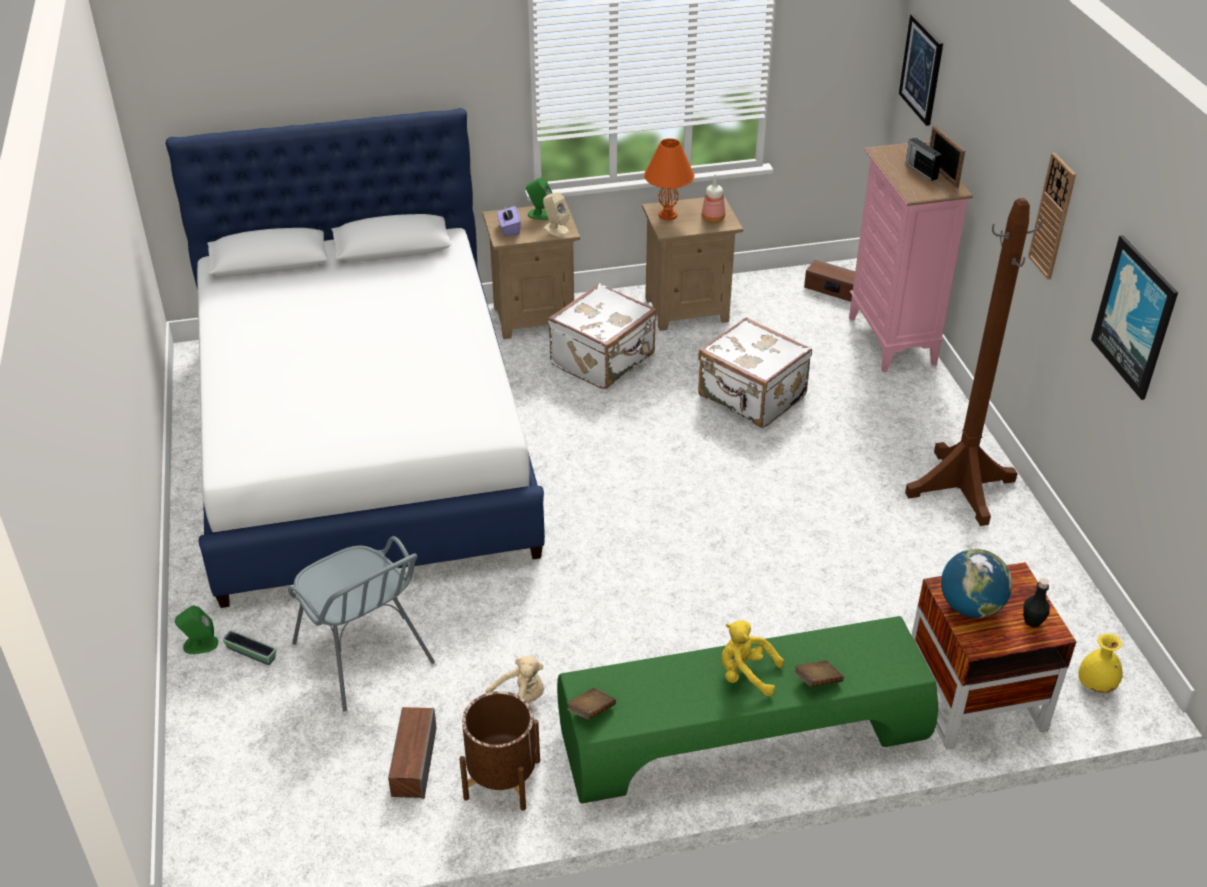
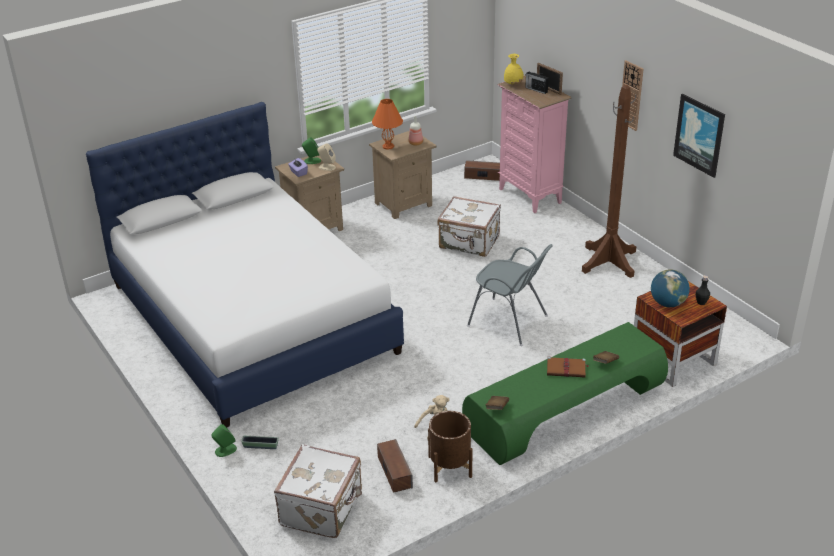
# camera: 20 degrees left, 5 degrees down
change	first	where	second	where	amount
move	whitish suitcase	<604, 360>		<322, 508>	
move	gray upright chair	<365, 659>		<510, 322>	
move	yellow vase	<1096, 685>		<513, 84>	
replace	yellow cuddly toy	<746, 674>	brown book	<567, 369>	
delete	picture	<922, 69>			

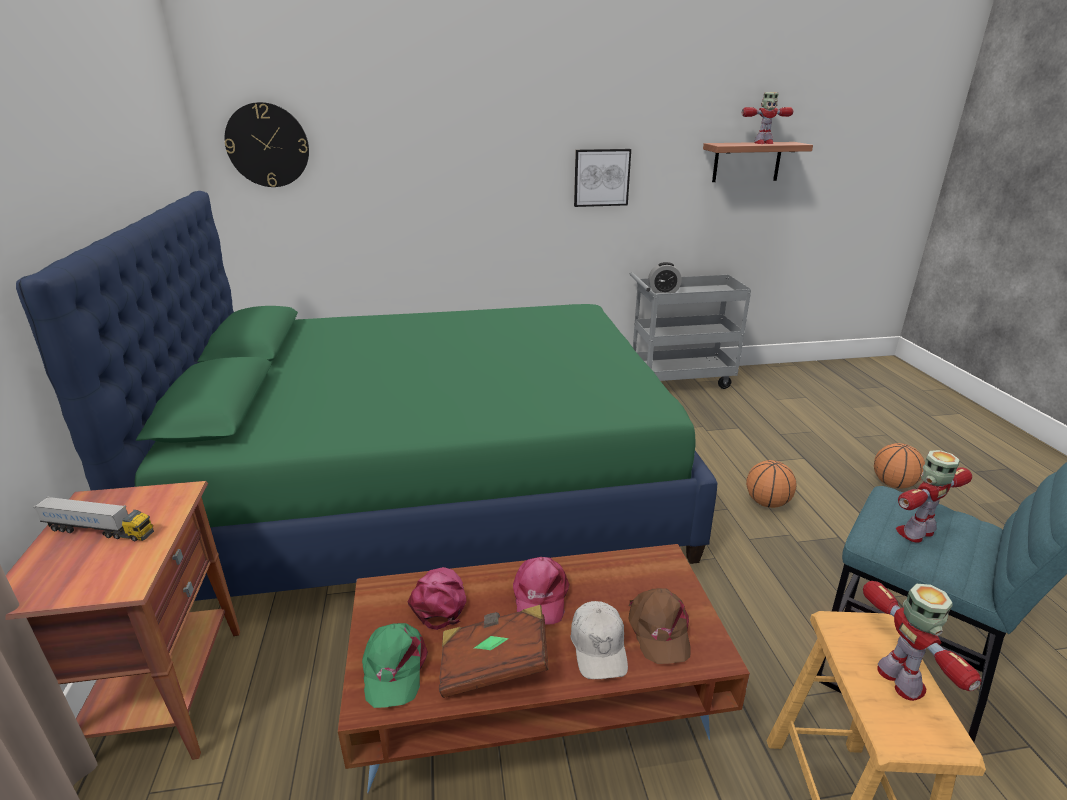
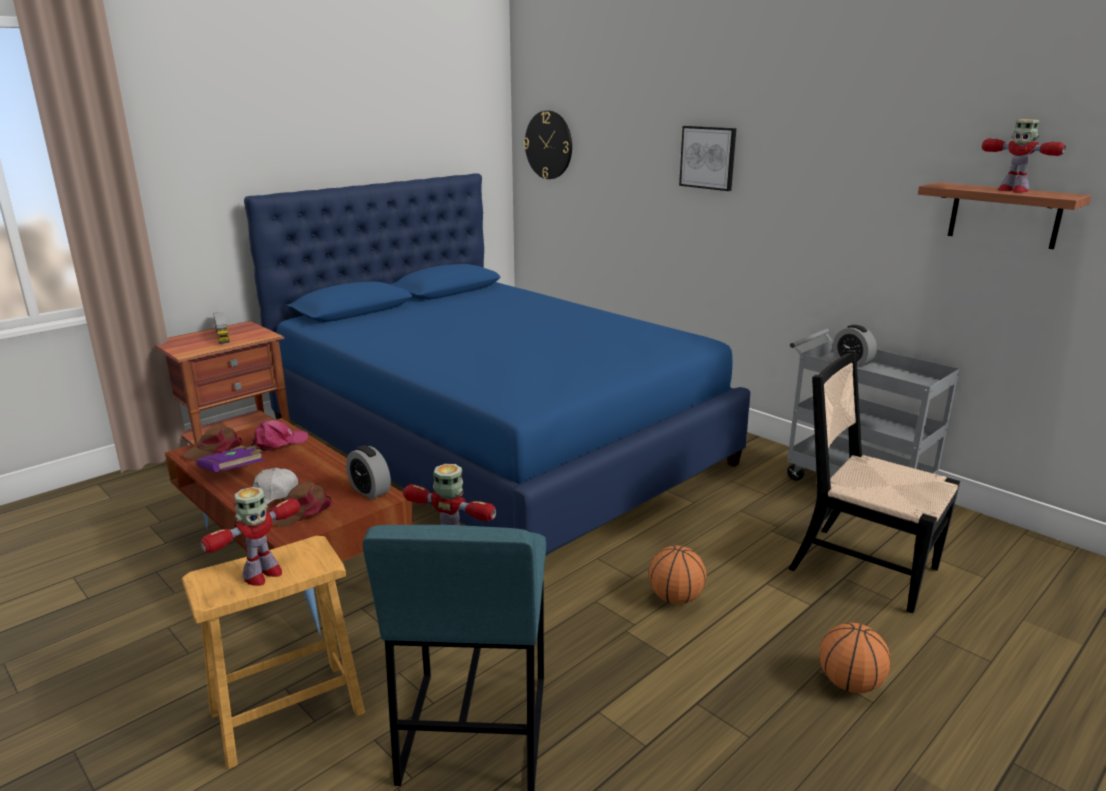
# camera: 55 degrees right, 5 degrees down
change	first	where	second	where	amount
recolor	green-coloured cap	<394, 668>	brown cap	<214, 449>	
recolor	brown book	<494, 665>	purplish book	<233, 472>	
recolor	green-coloured bedroom bed	<434, 484>	blue-coloured bedroom bed	<495, 443>	
insert			alarm clock	<369, 490>	
move	picture	<601, 177>		<708, 157>	
insert			upright chair	<863, 568>	
delete	pink cap	<540, 596>			

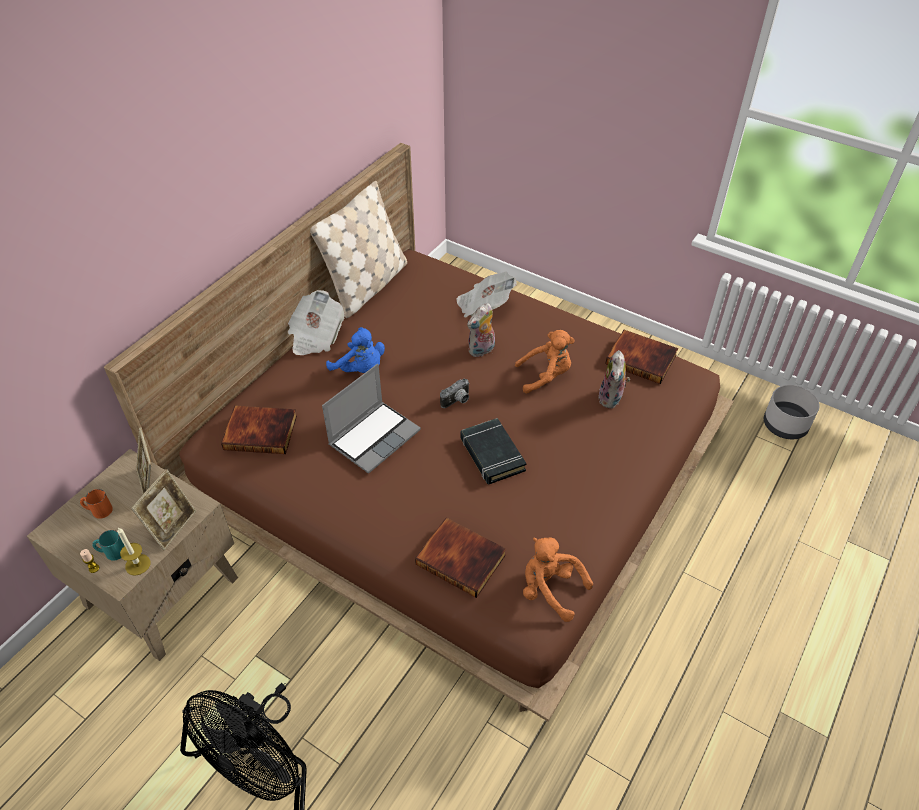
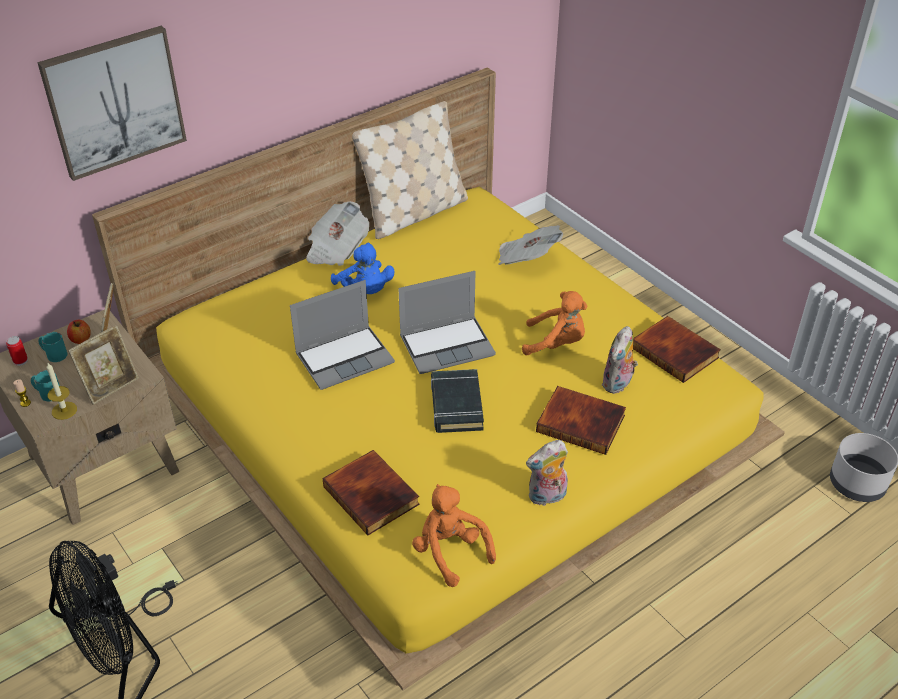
# camera: 20 degrees right, 5 degrees down
change	first	where	second	where	amount
insert			can	<20, 361>	
insert			picture	<114, 102>	
recolor	orangey mug	<98, 510>	blue-green mug	<53, 354>	
insert			apple	<81, 339>	
recolor	brown bedroom bed	<460, 472>	yellow bedroom bed	<449, 433>	
replace	still camera	<457, 401>	portable computer	<447, 345>	
move	cuddly toy	<481, 350>		<547, 497>	
move	book	<261, 431>		<581, 422>	

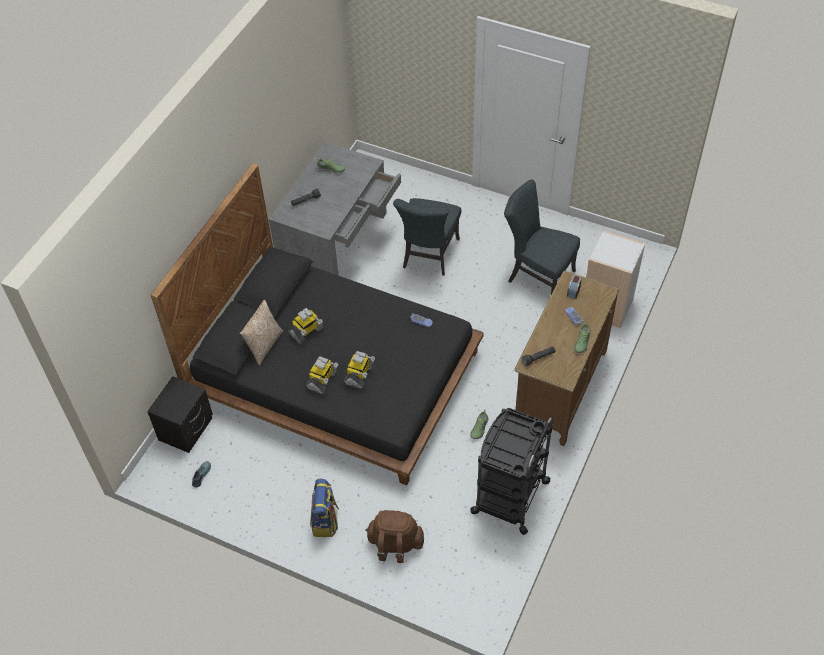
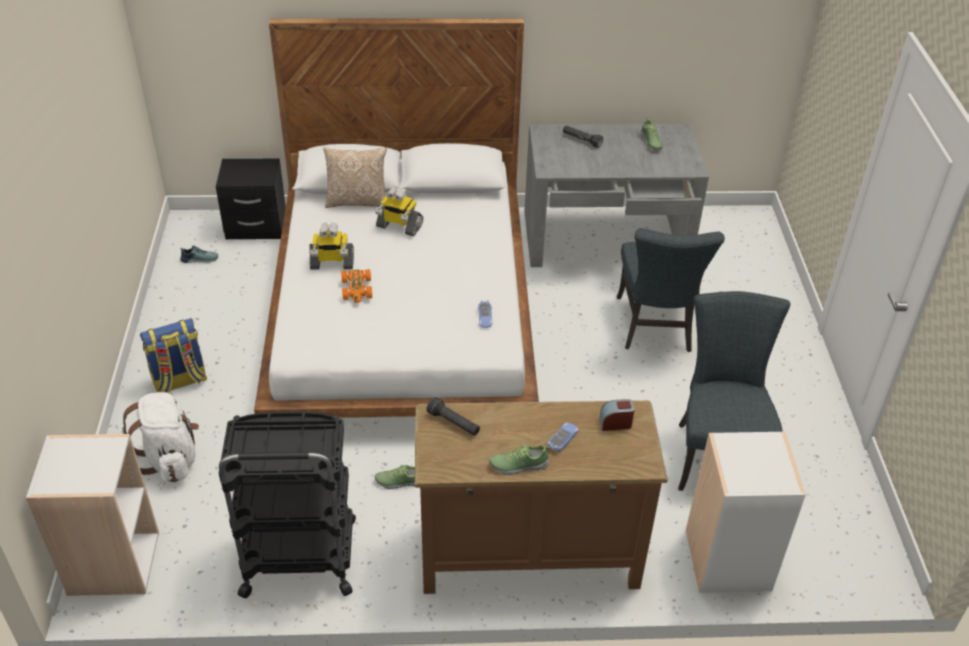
# camera: 60 degrees right, 10 degrees down
change	first	where	second	where	amount
insert			bookcase	<114, 562>	
recolor	brown rucksack	<395, 544>	whitish rucksack	<170, 459>	
recolor	black-coloured bedroom bed	<336, 375>	whitish bedroom bed	<403, 312>	
replace	toy robot	<359, 375>	orangey toy car	<357, 289>	
rotate	gray upright chair	<428, 256>		<656, 328>	75 degrees counterclockwise

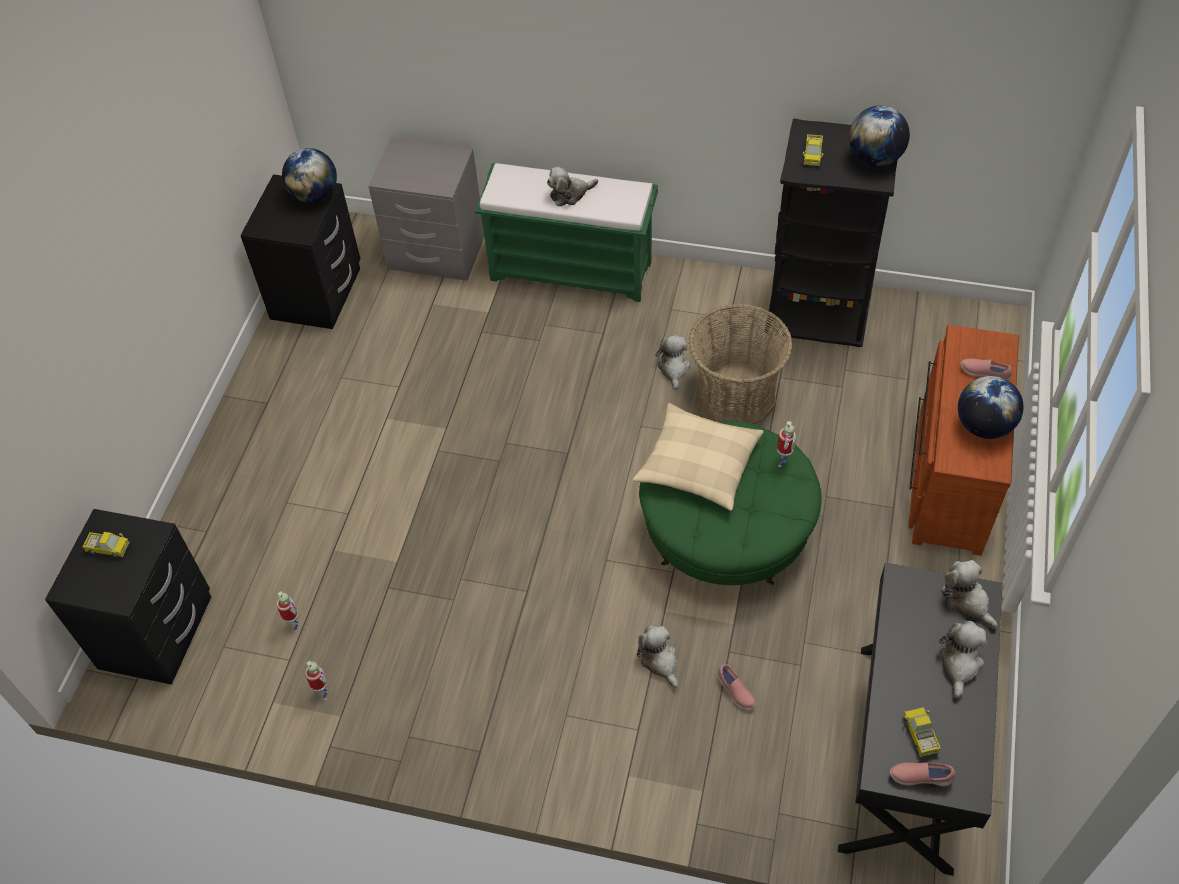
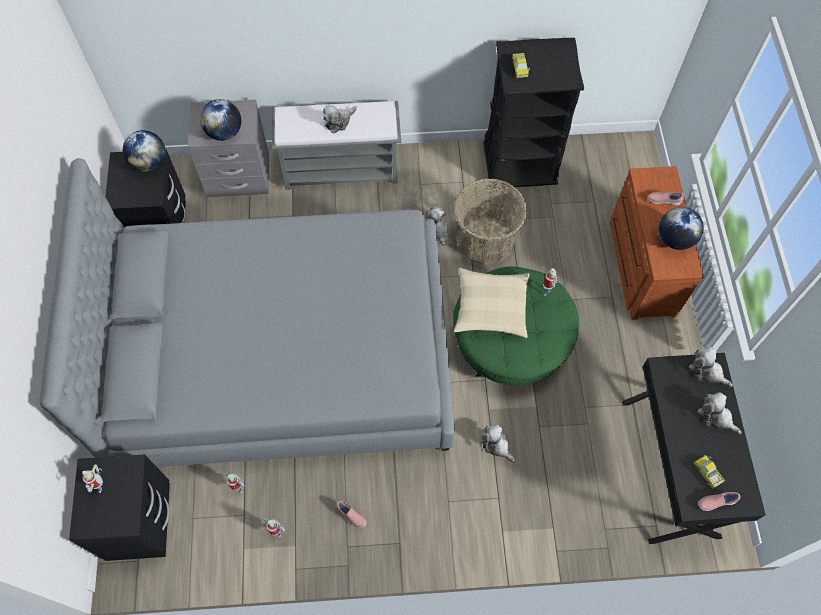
# camera: 20 degrees left, 10 degrees up
change	first	where	second	where	amount
insert			gray bedroom bed	<282, 355>	
replace	toy lorry	<108, 548>	toy robot	<102, 487>	
move	desk globe	<875, 159>		<224, 132>	
recolor	green-coloured long seat	<572, 270>	gray long seat	<342, 169>	
move	pink low shoe	<735, 692>		<351, 516>	
rotate	cuddly toy	<959, 663>		<716, 416>	45 degrees counterclockwise

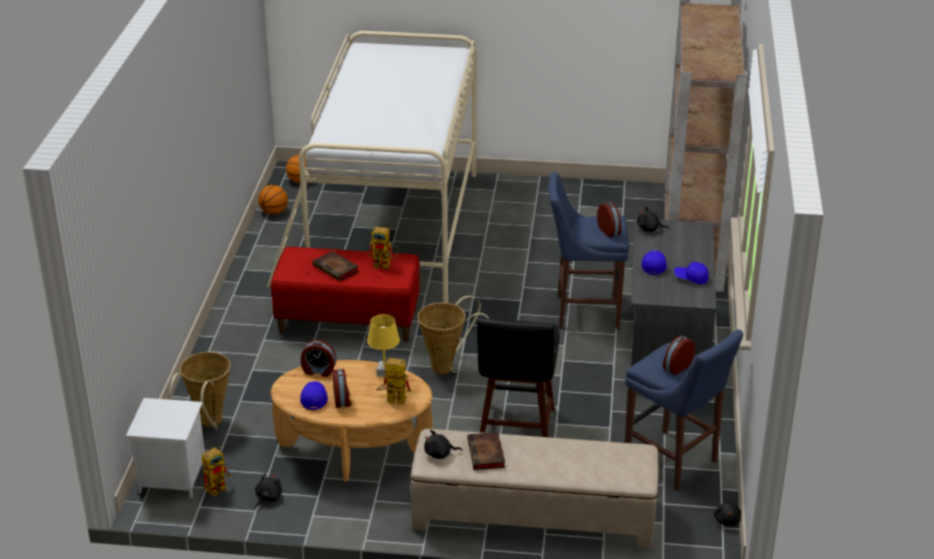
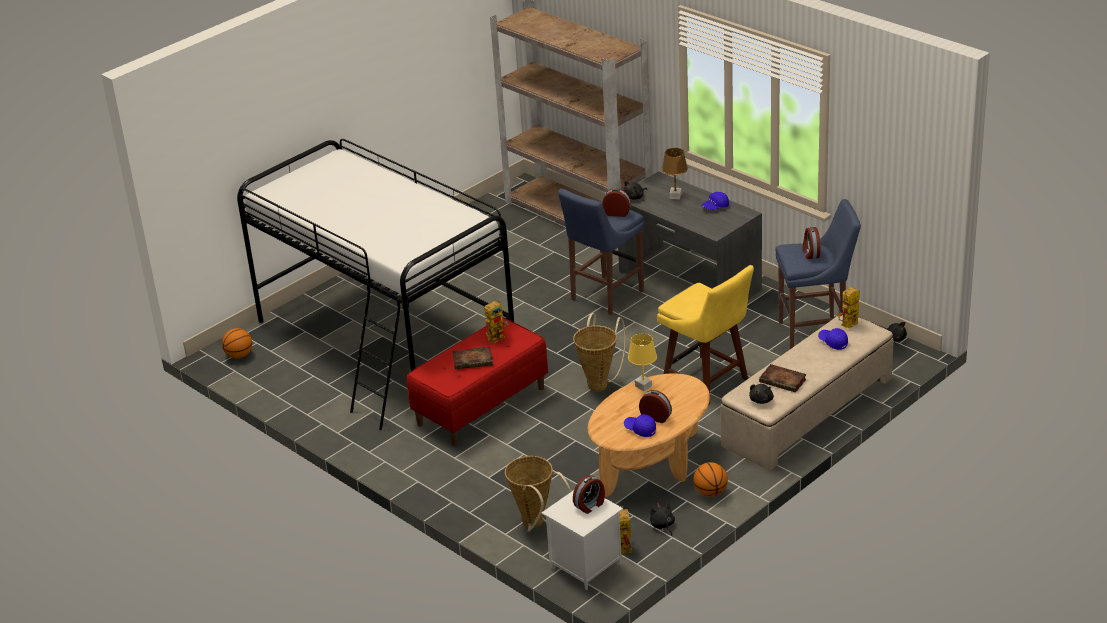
# camera: 50 degrees left, 0 degrees up
change	first	where	second	where	amount
recolor	beige-coloured bedroom bed	<393, 232>	black-coloured bedroom bed	<385, 339>	
move	alarm clock	<318, 371>		<590, 505>	
recolor	black-coloured stool seat	<516, 429>	yellow stool seat	<707, 382>	
insert			brown lamp for a table	<675, 196>	
move	basketball	<273, 212>		<710, 493>	
move	blue-coloured cap	<653, 266>		<833, 342>	
move	toy robot	<392, 400>		<848, 326>	

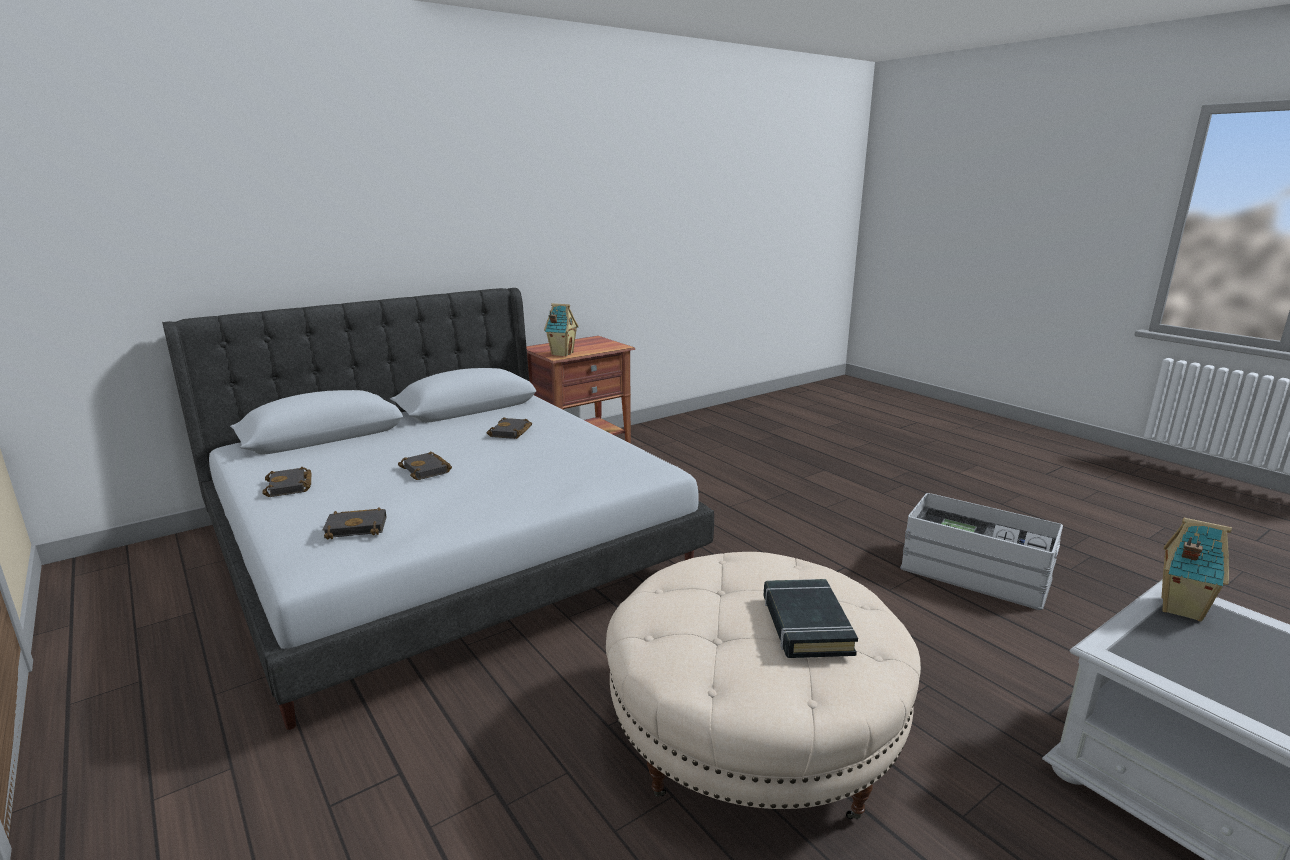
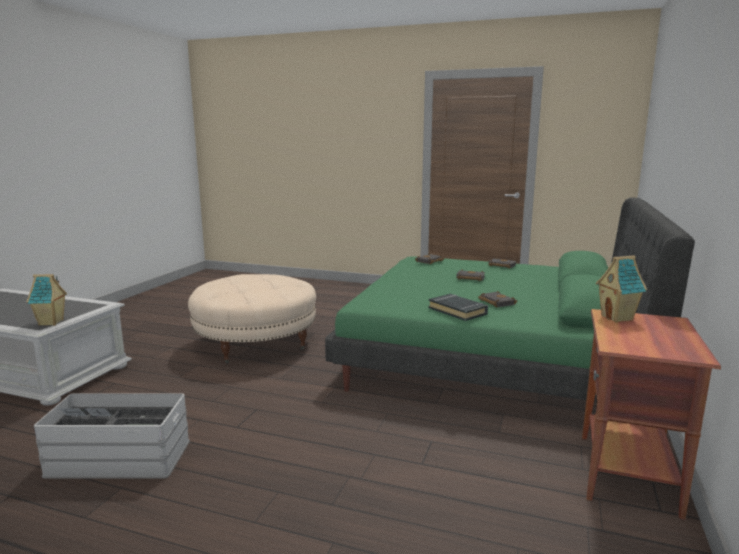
# camera: 145 degrees right, 5 degrees down
change	first	where	second	where	amount
recolor	gray bedroom bed	<445, 551>	green-coloured bedroom bed	<495, 356>	
move	black-coloured book	<805, 624>		<457, 311>	

